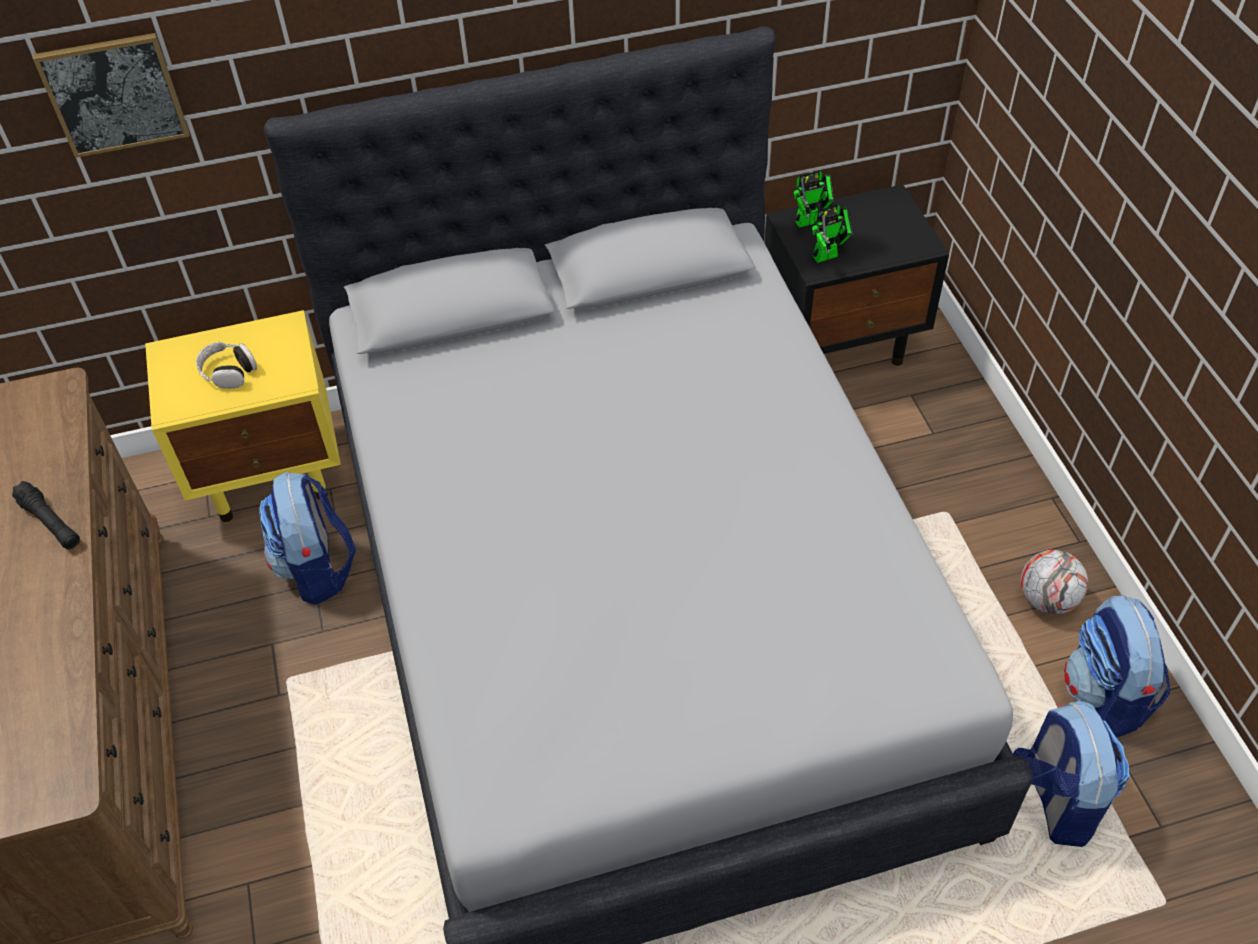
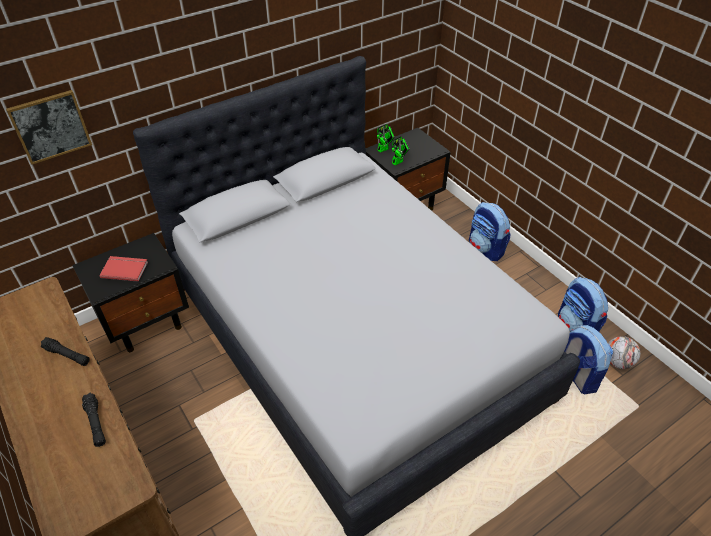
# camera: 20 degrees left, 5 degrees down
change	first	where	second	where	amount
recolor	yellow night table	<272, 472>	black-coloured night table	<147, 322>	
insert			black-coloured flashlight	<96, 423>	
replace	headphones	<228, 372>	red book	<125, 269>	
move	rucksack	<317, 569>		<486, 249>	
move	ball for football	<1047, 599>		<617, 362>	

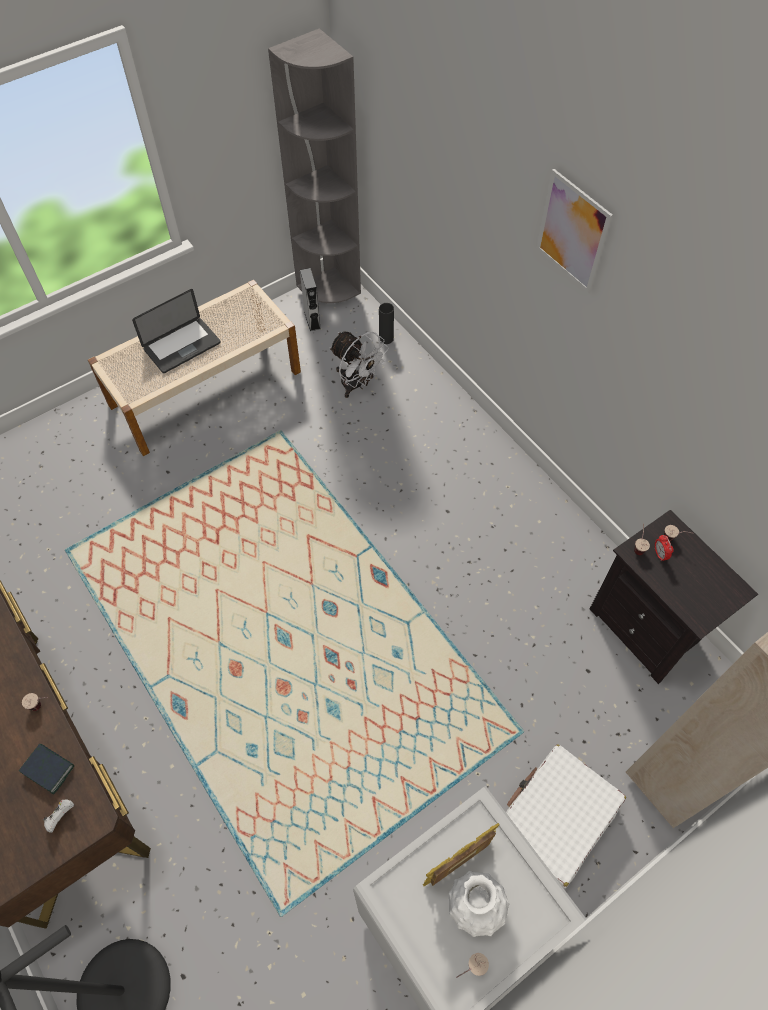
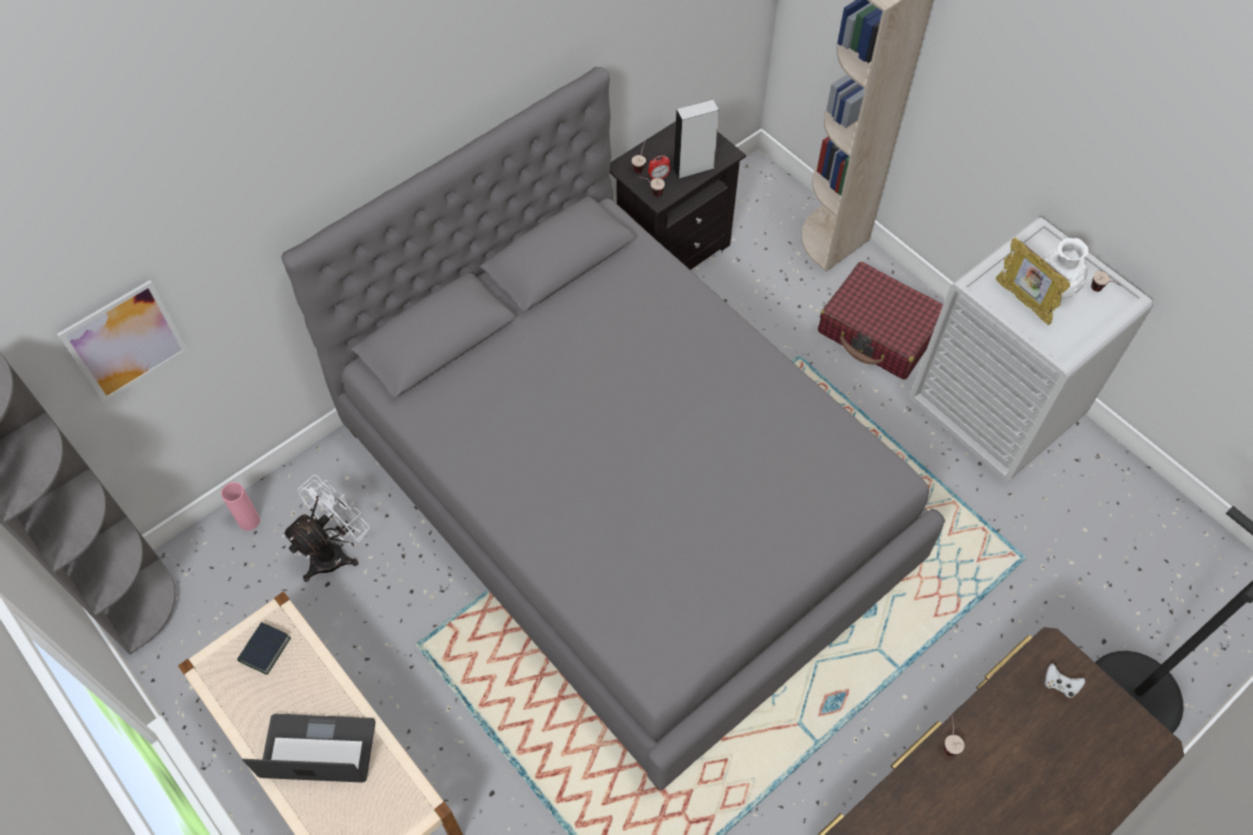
# camera: 95 degrees left, 0 degrees up
change	first	where	second	where	amount
move	picture	<572, 232>		<125, 341>	
recolor	black-coloured vase	<386, 338>	pink vase	<249, 521>	
move	book	<48, 769>		<265, 650>	
rotate	portable computer	<182, 346>		<318, 749>	45 degrees counterclockwise
insert			gray bedroom bed	<625, 494>	
move	gray audio speaker	<312, 320>		<693, 168>	
recolor	whitish suitcase	<554, 820>	red suitcase	<879, 331>	

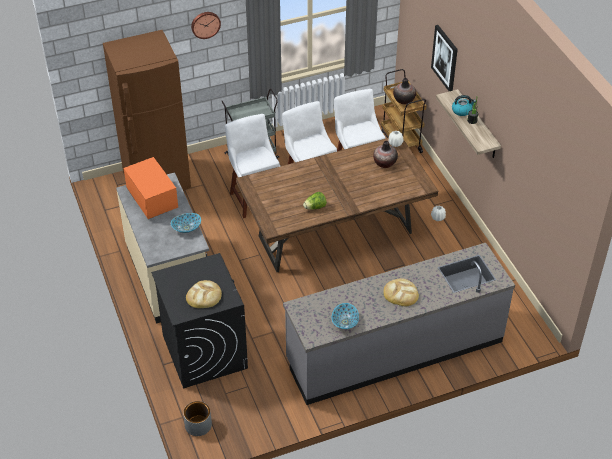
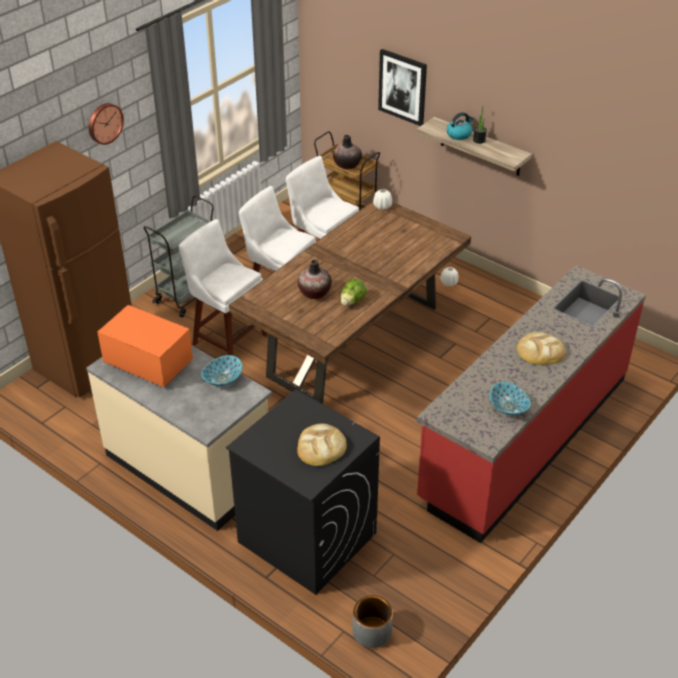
# camera: 30 degrees left, 5 degrees down
change	first	where	second	where	amount
move	vase	<384, 163>		<314, 293>	
recolor	gray kitchen base unit	<394, 351>	red kitchen base unit	<524, 437>	

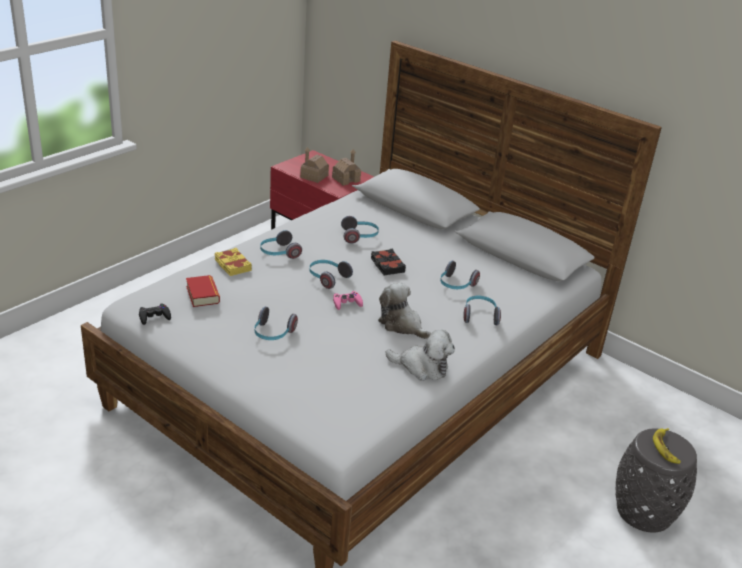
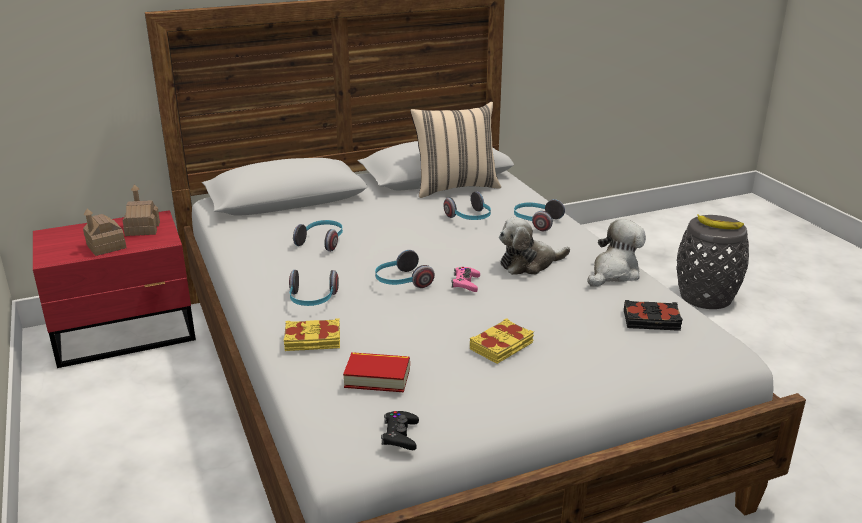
# camera: 60 degrees left, 5 degrees down
change	first	where	second	where	amount
insert			beige-coloured pillow	<455, 187>	
replace	headphones	<273, 334>	yellow book	<502, 346>	
move	black-coloured book	<387, 265>		<651, 321>	

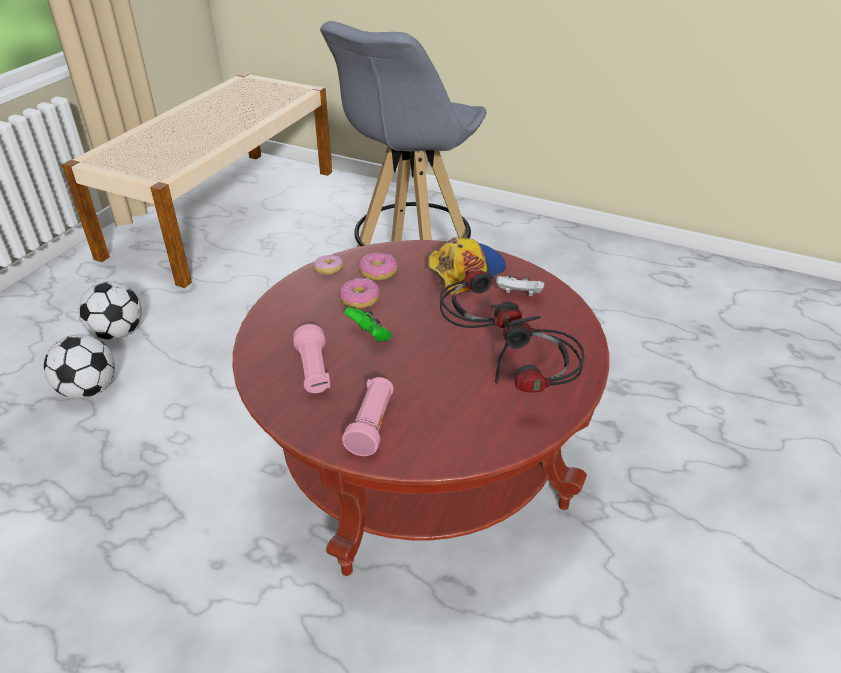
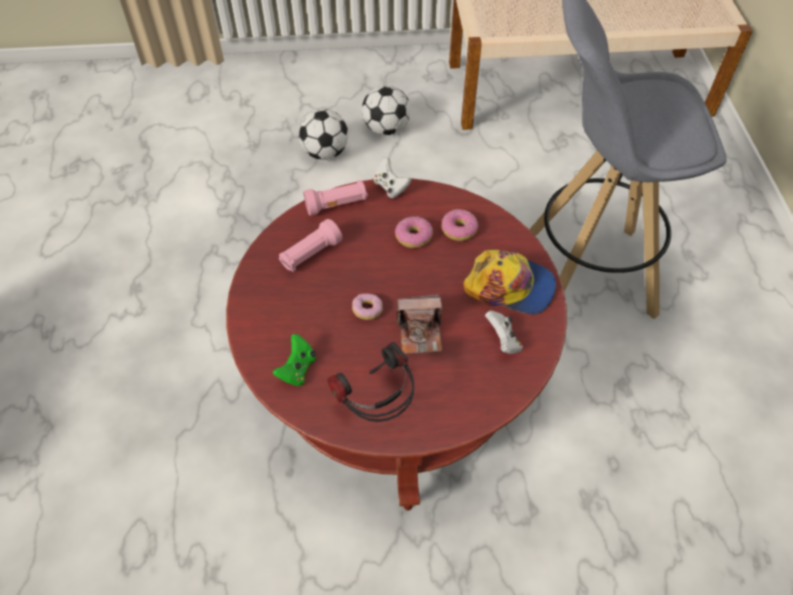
# camera: 60 degrees right, 15 degrees up
change	first	where	second	where	amount
move	green-coloured gamepad	<370, 336>		<297, 369>	
move	pink flashlight	<372, 425>		<337, 205>	
move	doughnut	<328, 270>		<367, 310>	
insert			whitish gamepad	<390, 187>	
replace	headphones	<475, 336>	still camera	<420, 334>	

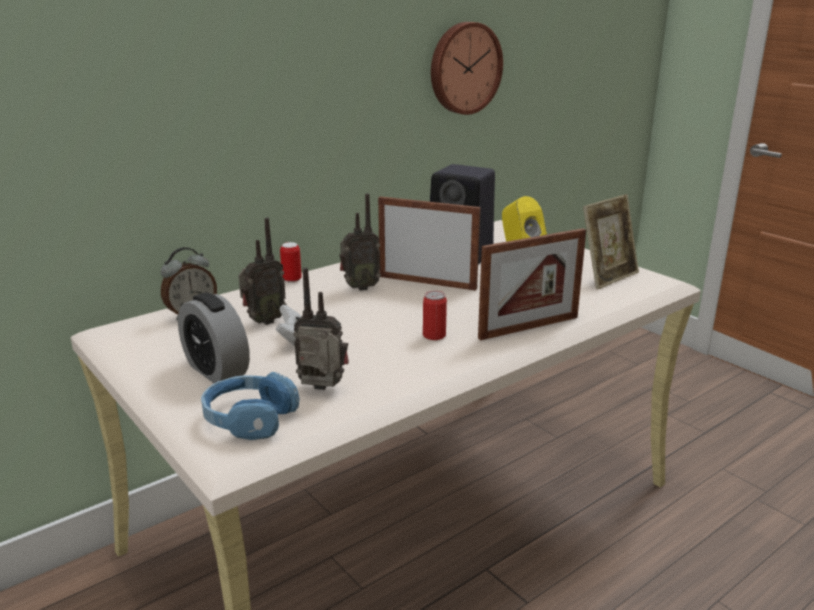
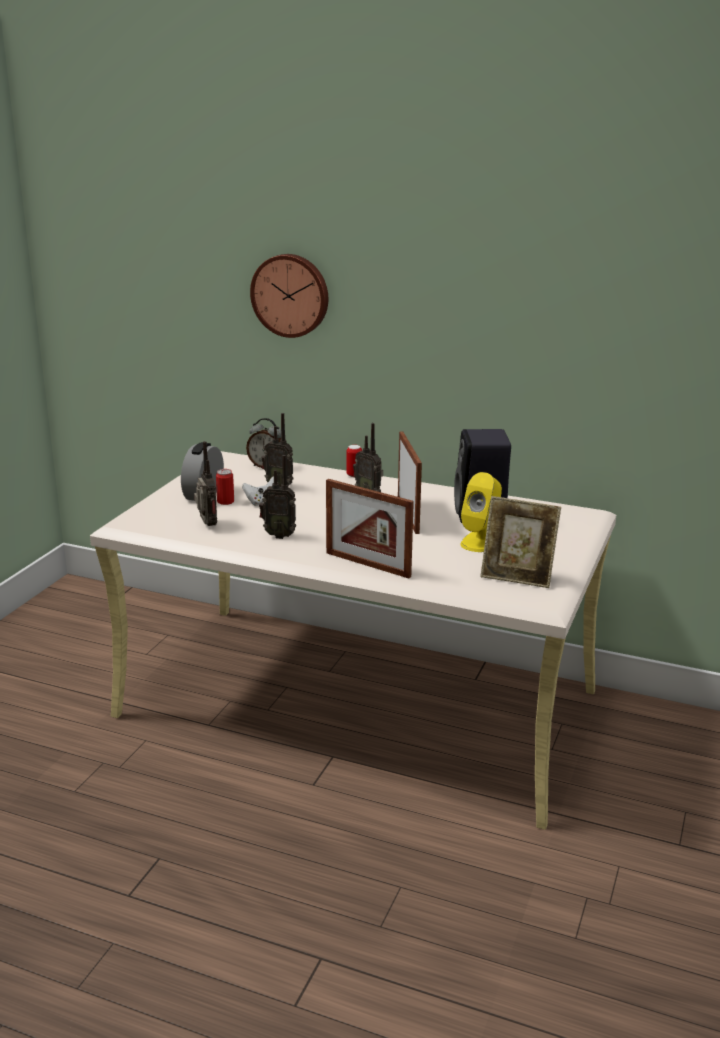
# camera: 60 degrees right, 0 degrees up
change	first	where	second	where	amount
move	can	<434, 335>		<225, 501>	
move	clock on the wall	<464, 68>		<291, 295>	
insert			radio set	<279, 535>	
delete	blue-coloured headphones	<249, 418>			

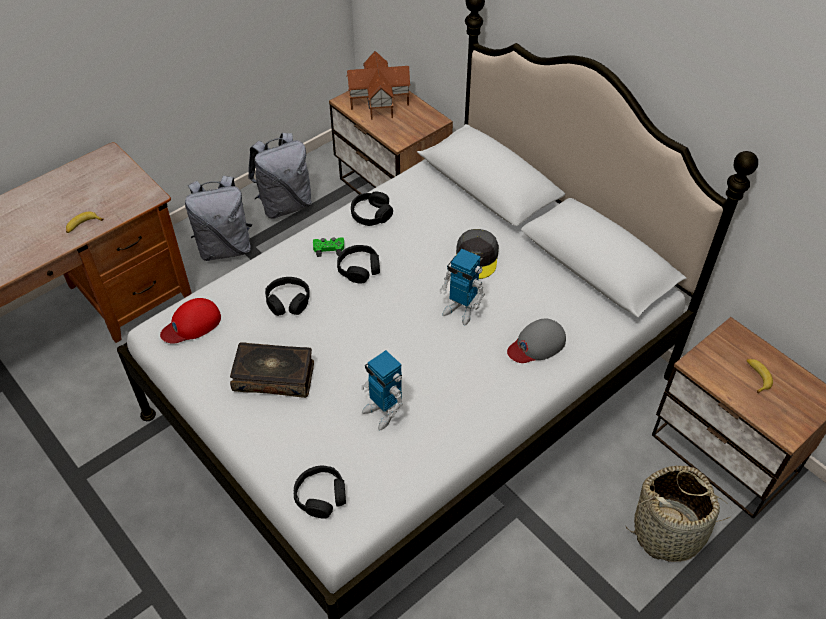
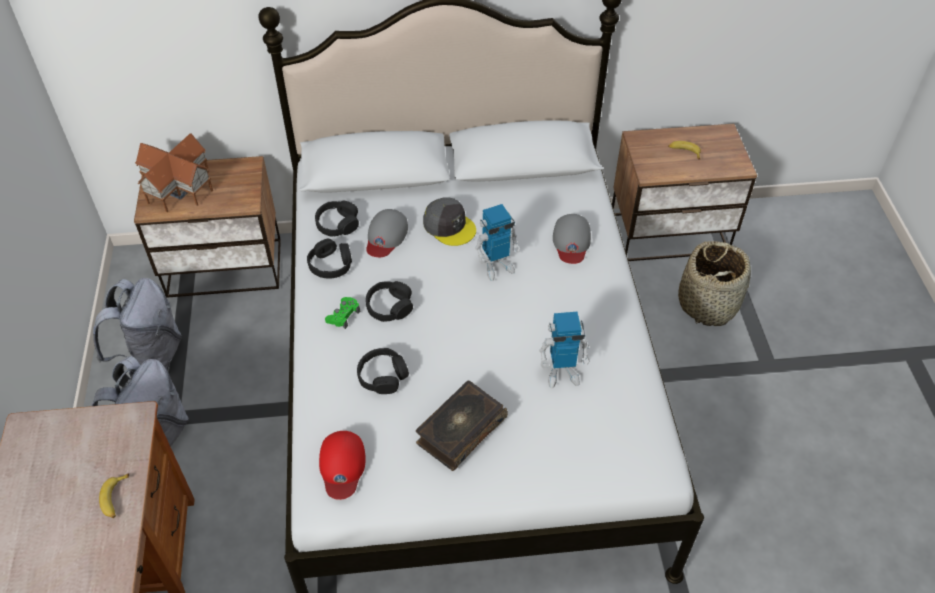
# camera: 55 degrees left, 0 degrees up
change	first	where	second	where	amount
move	black-coloured headphones	<321, 496>		<337, 224>	
insert			gray cap	<386, 236>	

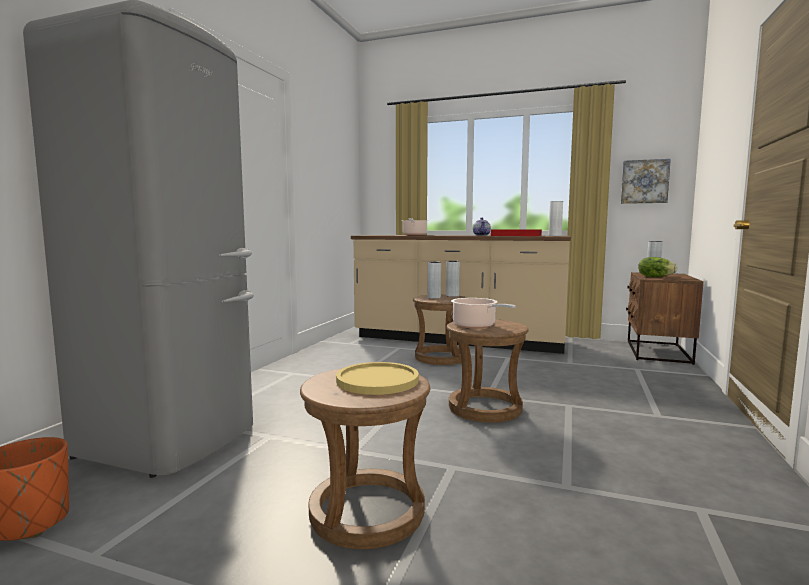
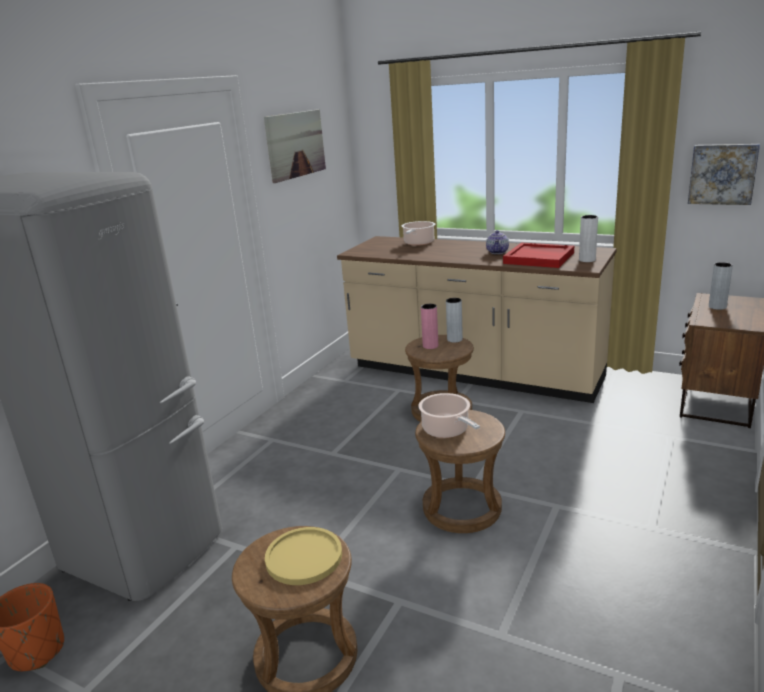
# camera: 10 degrees right, 15 degrees up
change	first	where	second	where	amount
insert			picture	<295, 144>	
recolor	gray vase	<434, 297>	pink vase	<430, 346>	
delete	lettuce head	<655, 277>			

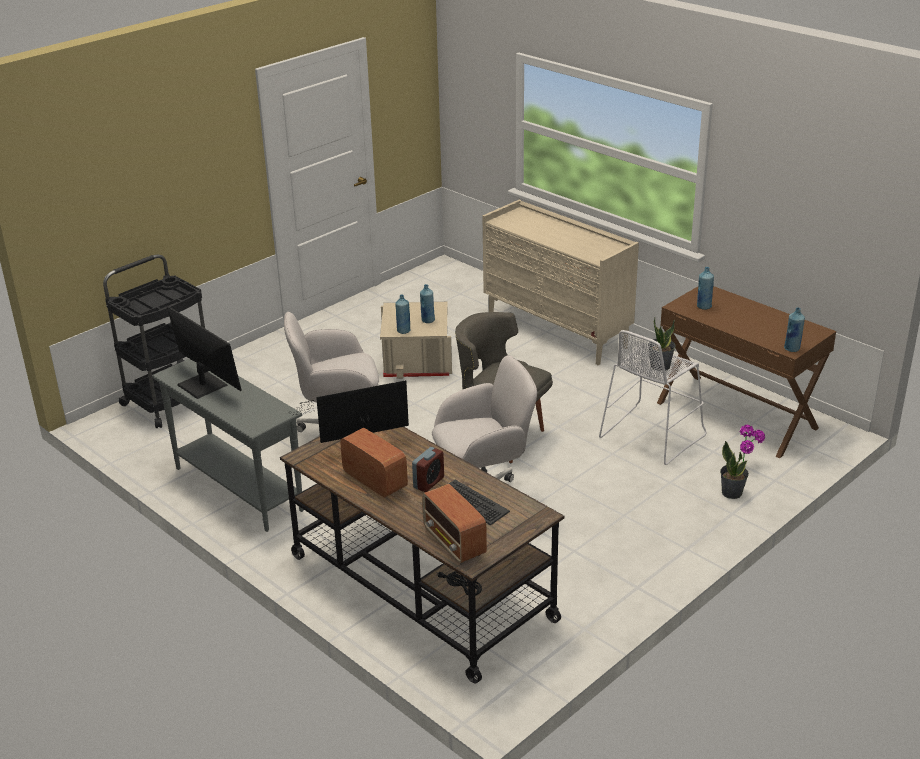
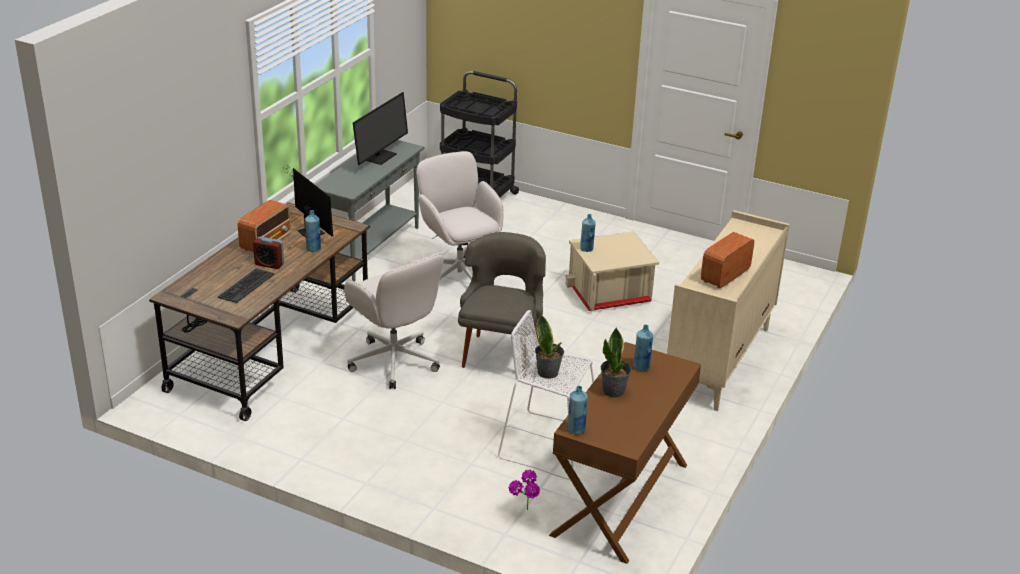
# camera: 70 degrees right, 0 degrees up
change	first	where	second	where	amount
move	blue-coloured drink bottle	<427, 320>		<313, 249>	
move	plant in a pot	<732, 492>		<614, 390>	
move	radio set	<454, 543>		<724, 276>	

